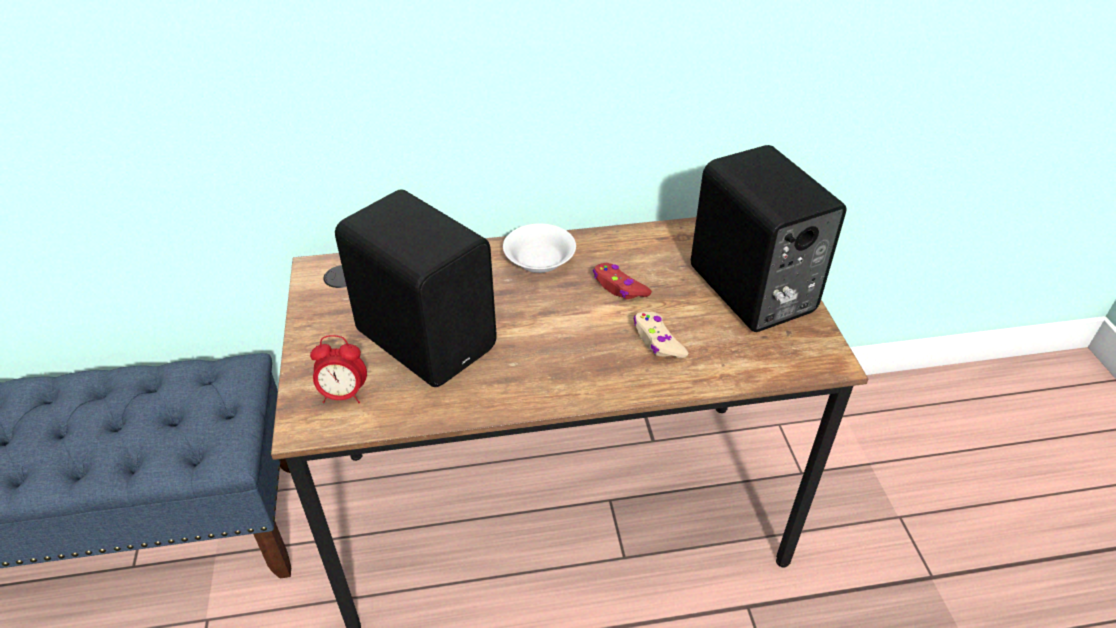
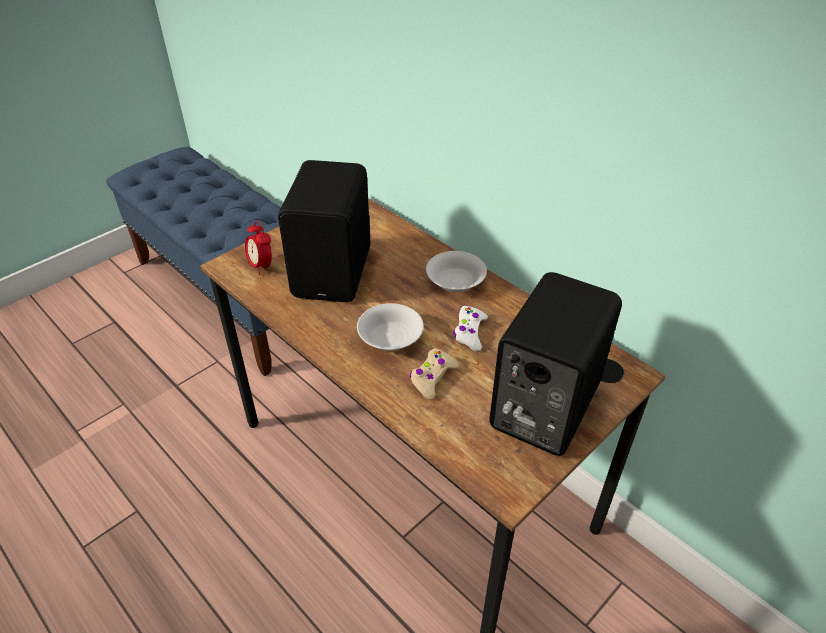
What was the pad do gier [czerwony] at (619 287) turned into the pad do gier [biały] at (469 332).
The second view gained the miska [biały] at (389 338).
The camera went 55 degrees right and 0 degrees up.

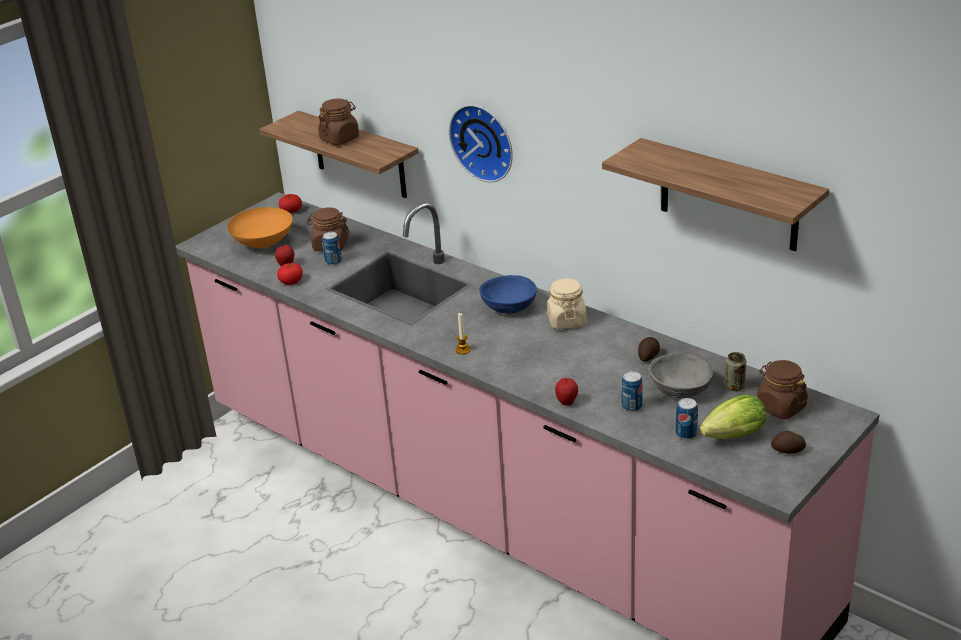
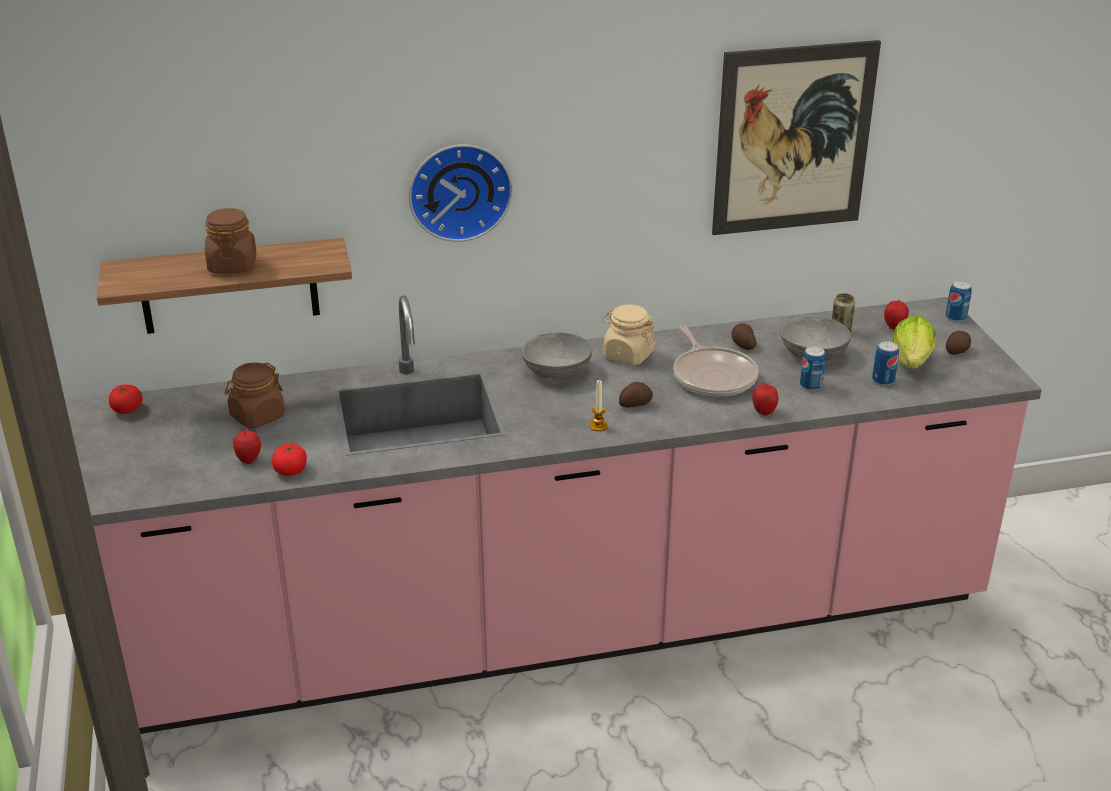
Where the półka hung at (728 196), the obraz came to hang at (793 139).
The second view lost the miska [pomarańczowy] at (263 244).
The puszka ended up elsewhere, having gone from (333 261) to (955 317).
What was the miska [niebieski] at (509 307) turned into the miska [szary] at (557 371).
Where the słoik [brązowy] stood at (780 407), the jabłko came to stand at (894 326).
The second view gained the patelnia at (713 376).
The second view gained the ziemniak at (634 404).
The camera went 55 degrees left and 0 degrees up.

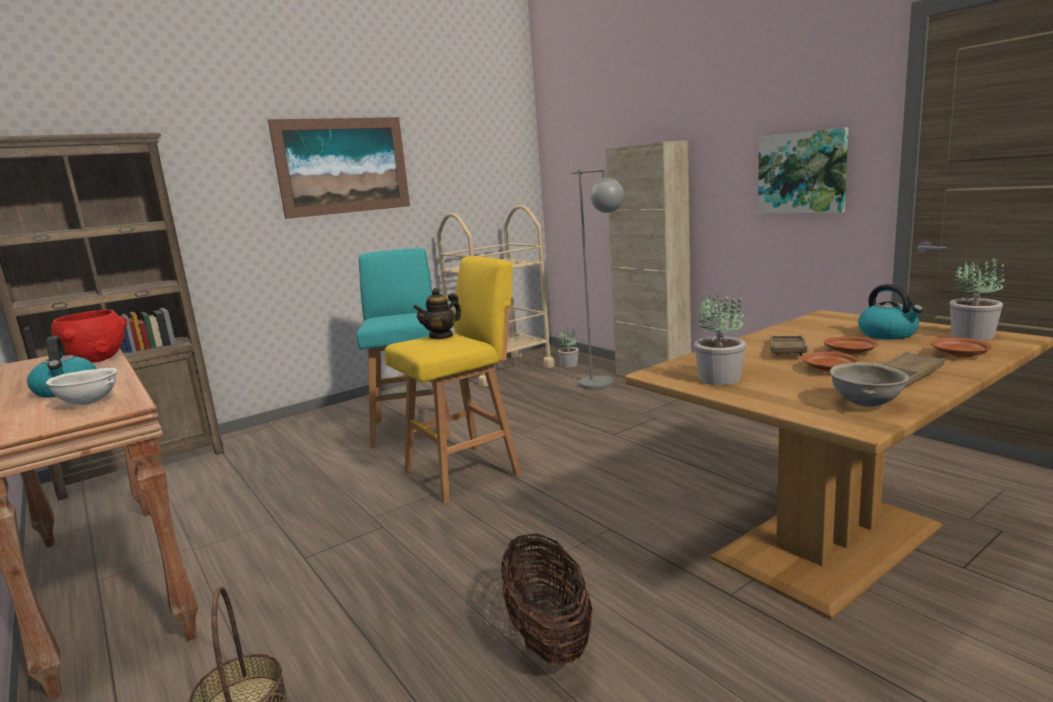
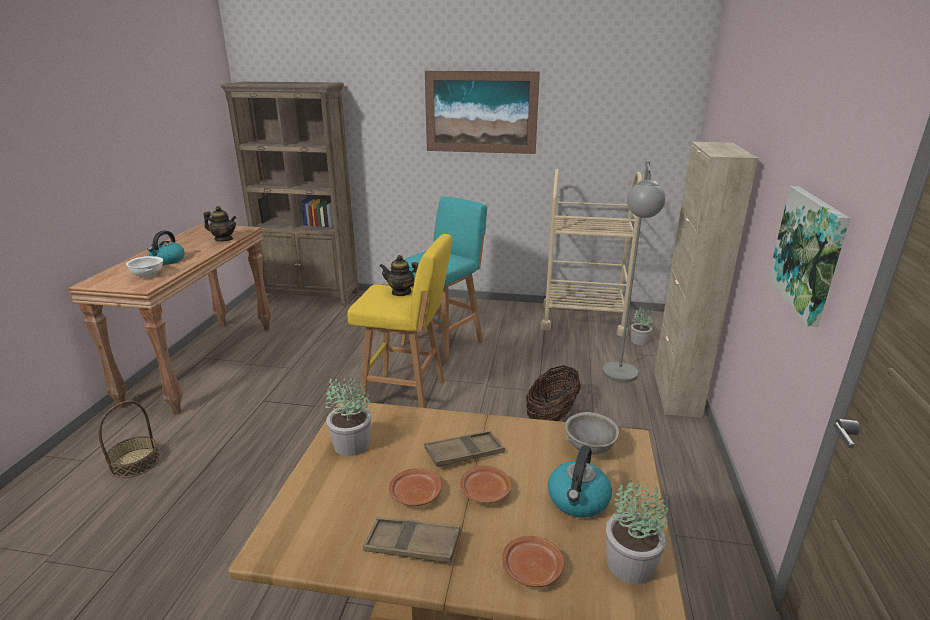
Where the miska [czerwony] stood at (96 360), the imbryk came to stand at (224 239).
The miska [szary] ended up elsewhere, having gone from (867 404) to (590 449).
The koszyk ended up elsewhere, having gone from (548 636) to (551 416).
The camera went 45 degrees right and 10 degrees up.

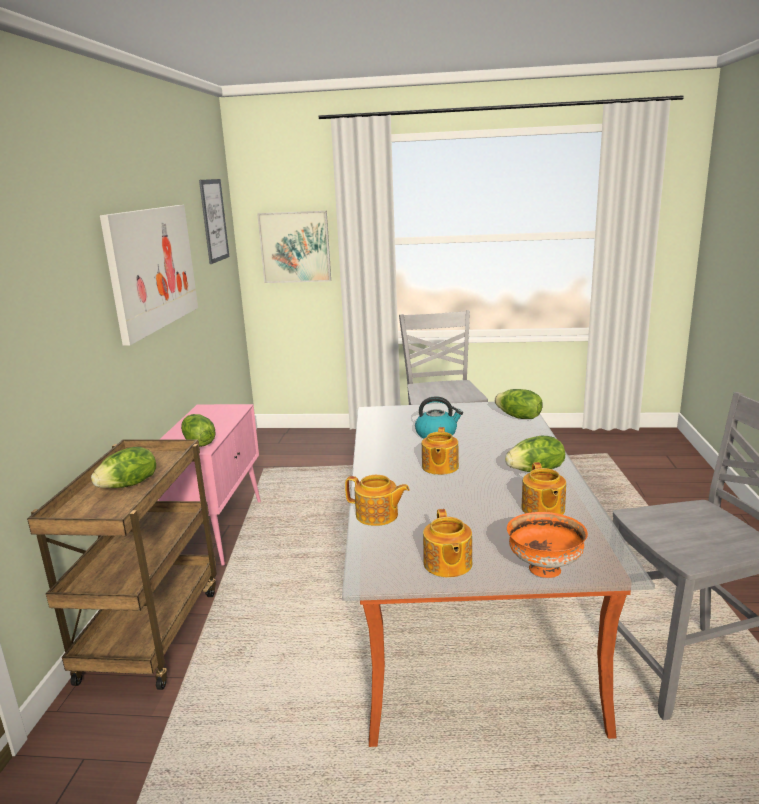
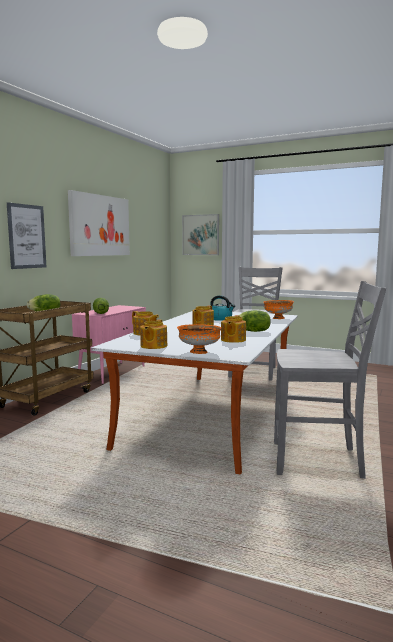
The obraz ended up elsewhere, having gone from (214 220) to (27 236).
Where the sałata stood at (518 417), the miska [pomarańczowy] came to stand at (277 318).
The camera went 20 degrees right and 10 degrees down.

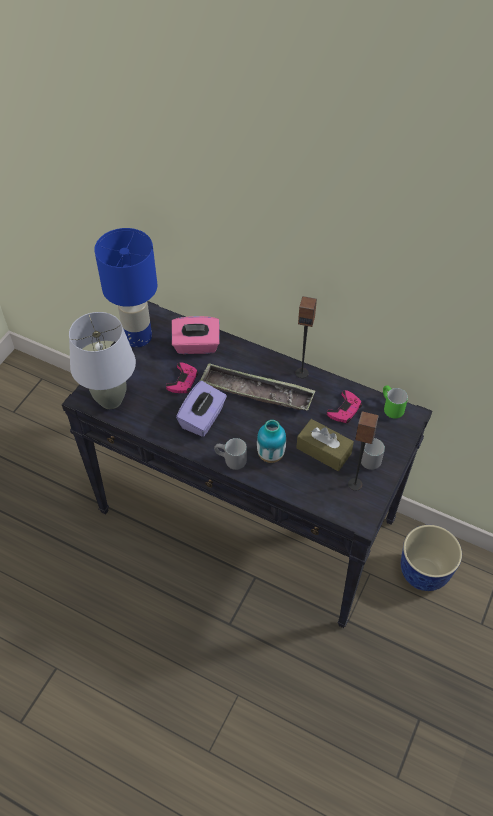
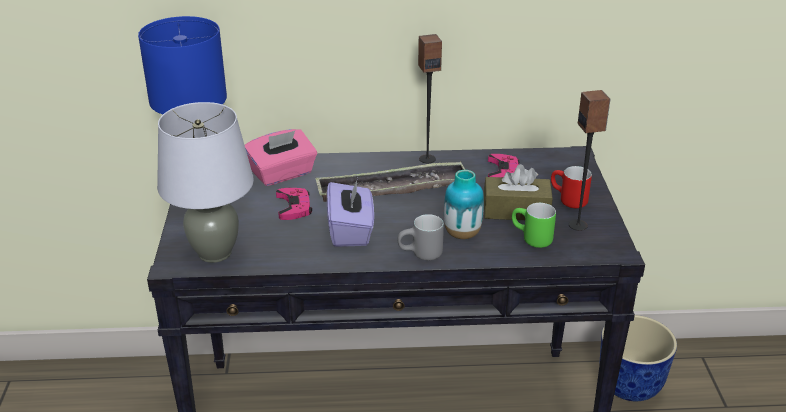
The kubek [zielony] ended up elsewhere, having gone from (389 408) to (530 239).
What was the kubek [szary] at (367 458) turned into the kubek [czerwony] at (567 201).
The camera went 30 degrees left and 20 degrees down.

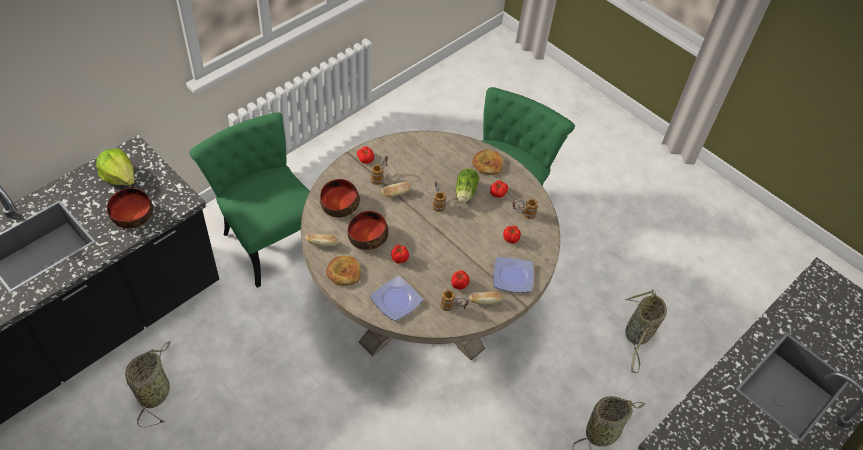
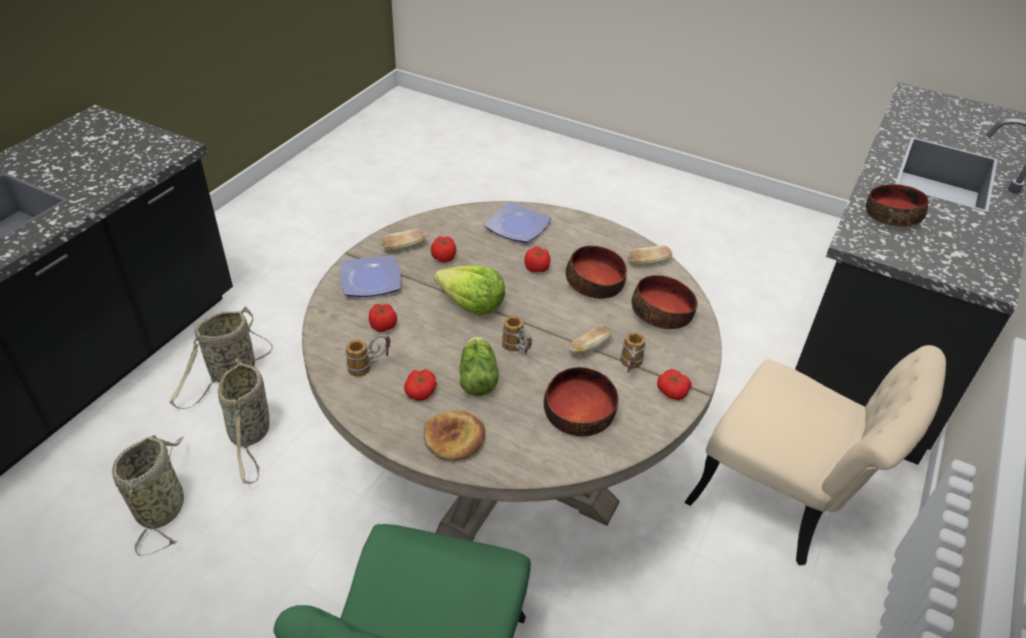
What was the krzesło [zielony] at (268 235) turned into the krzesło [beżowy] at (785 502).
The sałata ended up elsewhere, having gone from (119 176) to (472 304).
The second view lost the chleb at (344 272).
The second view lost the kubek at (453 307).
The koszyk ended up elsewhere, having gone from (155 391) to (250 434).
The second view gained the miska at (578 413).
The camera went 165 degrees right and 10 degrees down.

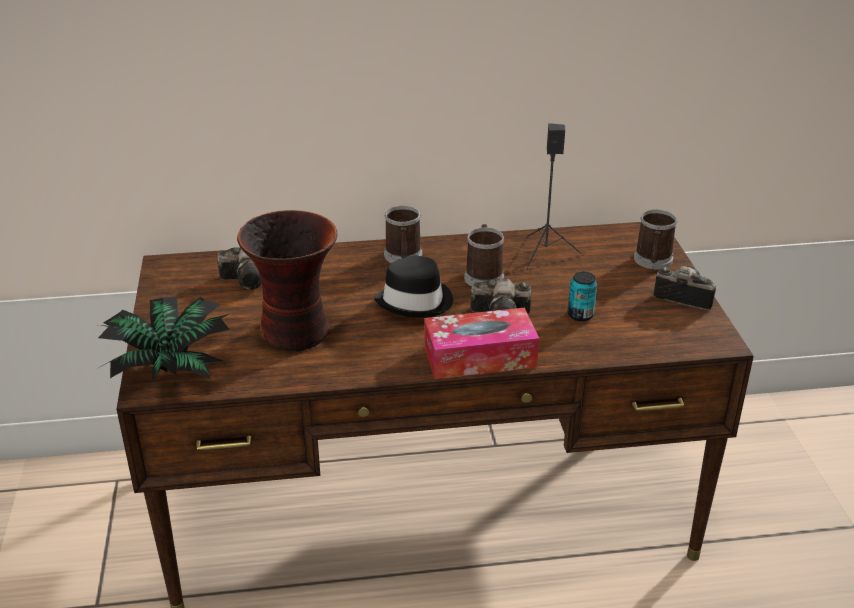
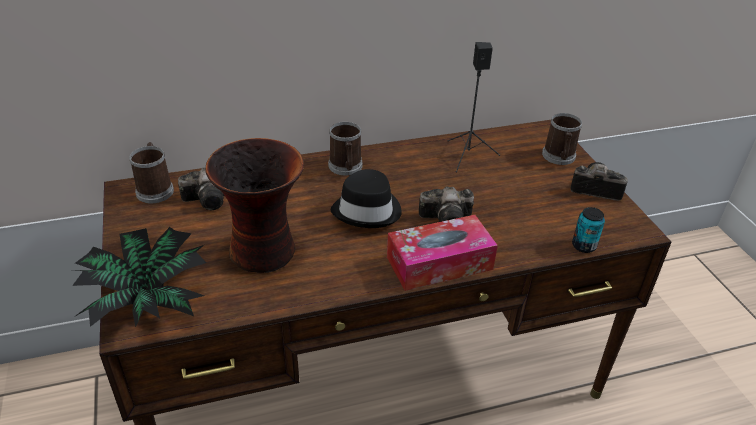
The kubek ended up elsewhere, having gone from (483 275) to (155 189).
The puszka ended up elsewhere, having gone from (580 315) to (584 246).
The camera went 10 degrees left and 5 degrees up.

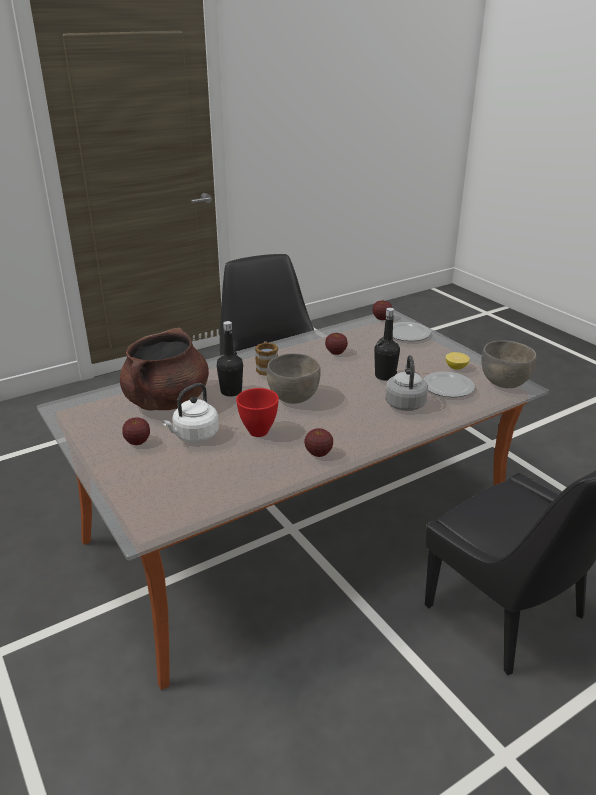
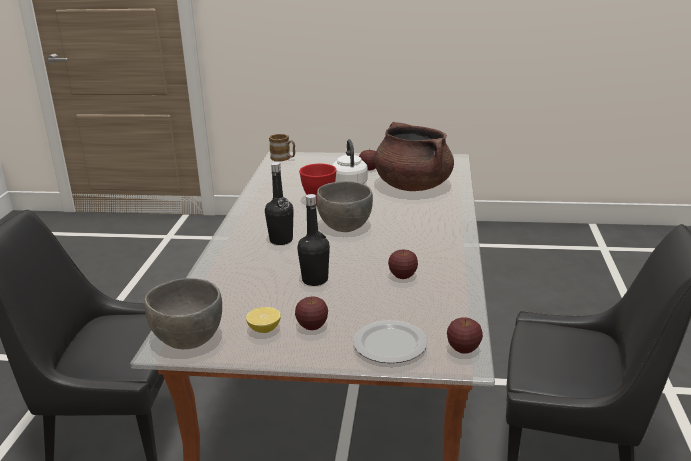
The butelka [czarny] ended up elsewhere, having gone from (231 391) to (281 240).
The kubek ended up elsewhere, having gone from (266 368) to (283 158).
The second view lost the czajnik [szary] at (405 403).
The second view lost the talerz at (447 387).
The jabłko ended up elsewhere, having gone from (318 453) to (312 326).
The camera went 130 degrees right and 5 degrees down.

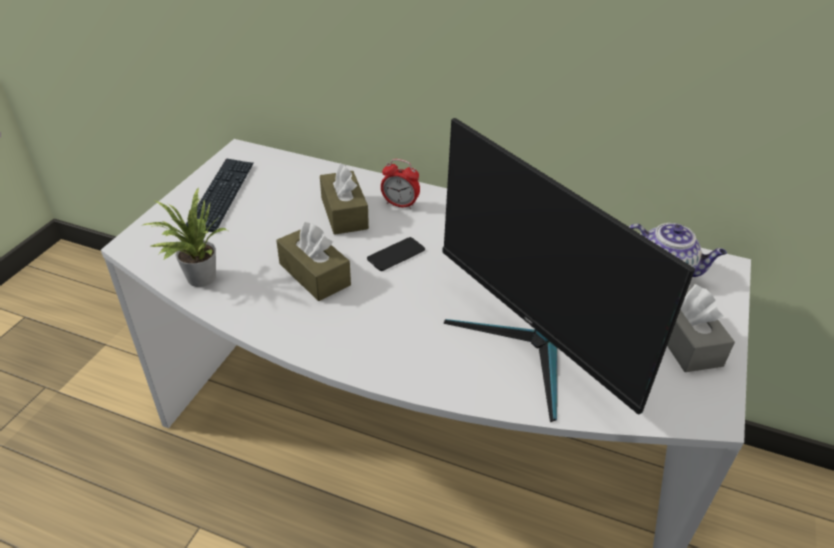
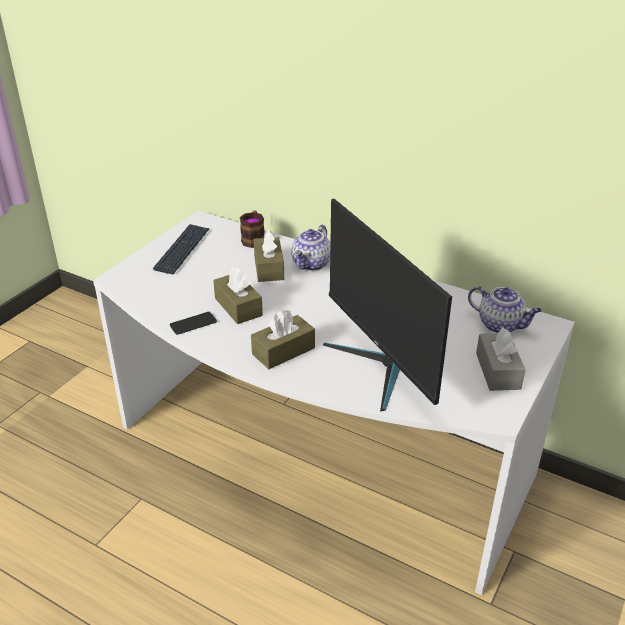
Where the budzik stood at (400 204), the imbryk came to stand at (312 264).
The second view lost the roślina doniczkowa at (197 278).
The telefon ended up elsewhere, having gone from (396 254) to (193 323).
The second view gained the kubek at (253 239).
The second view gained the pudełko chusteczek [brązowy] at (283 351).
The camera went 10 degrees right and 5 degrees down.

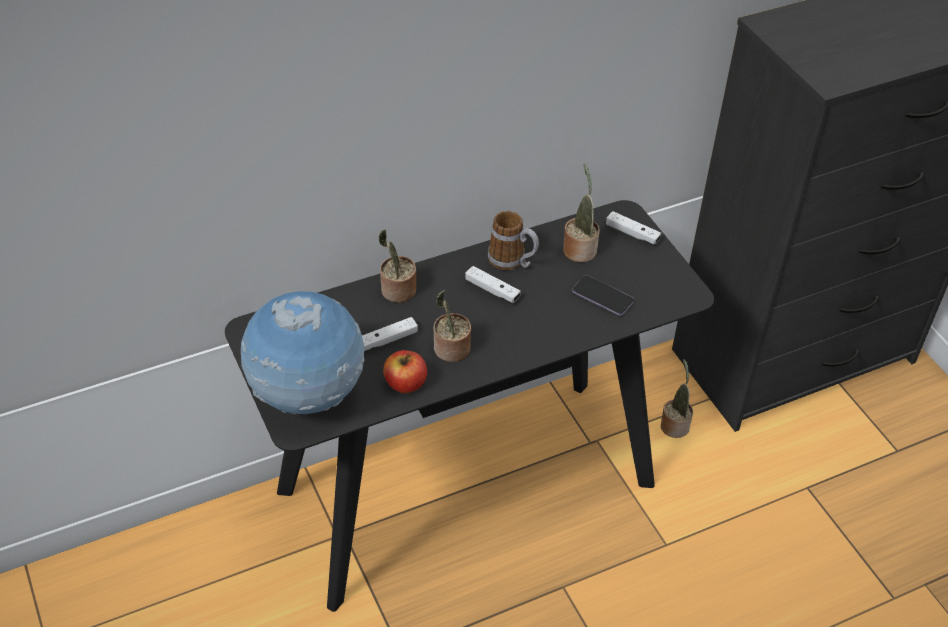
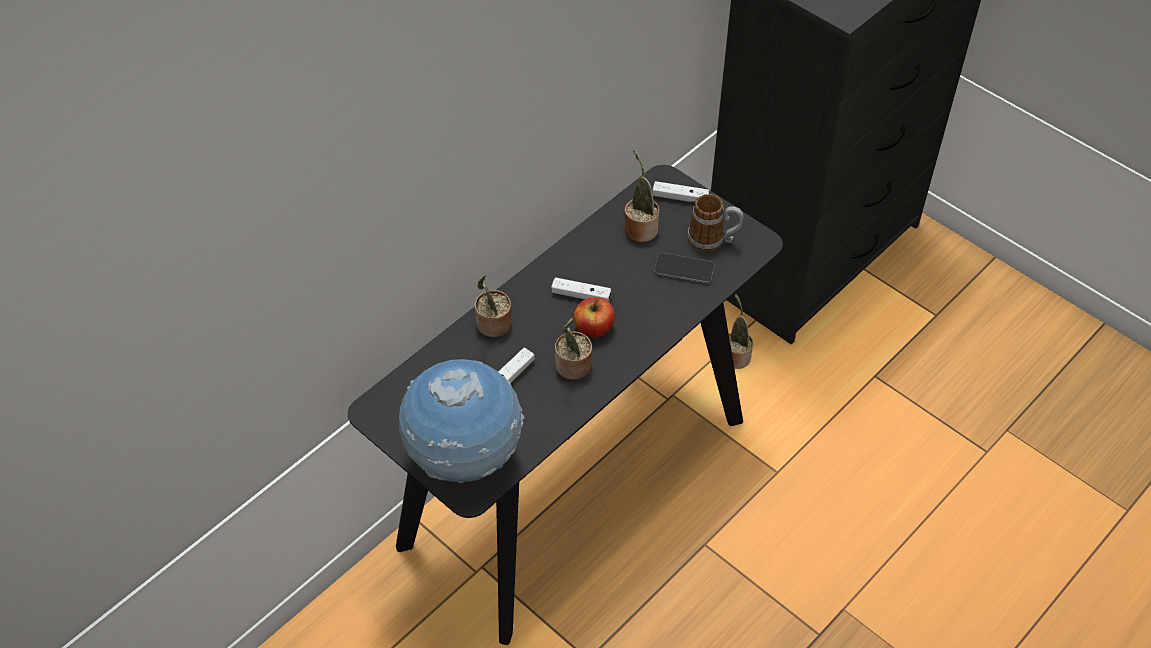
The kubek ended up elsewhere, having gone from (512 261) to (713 240).
The jabłko ended up elsewhere, having gone from (405 383) to (594 328).
The camera went 20 degrees left and 5 degrees up.

